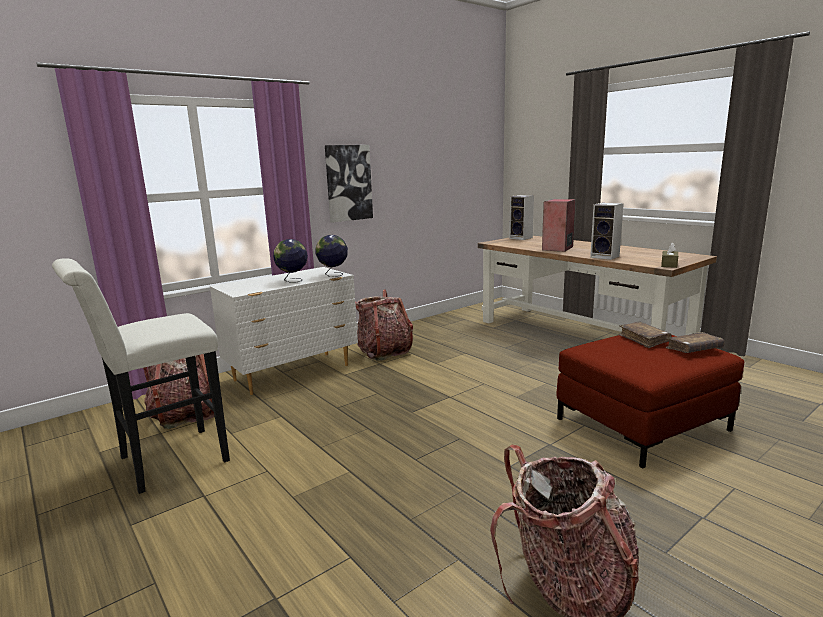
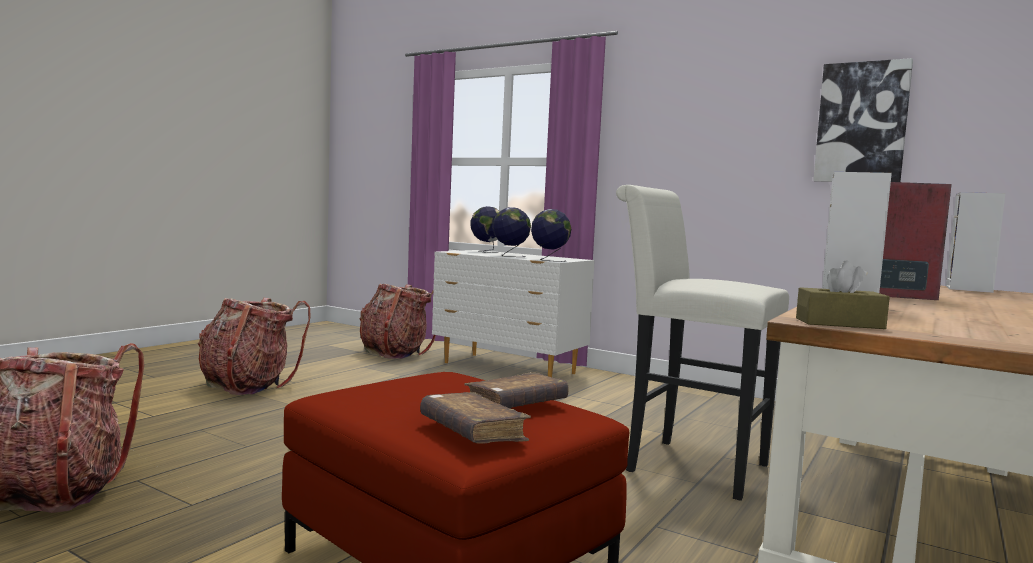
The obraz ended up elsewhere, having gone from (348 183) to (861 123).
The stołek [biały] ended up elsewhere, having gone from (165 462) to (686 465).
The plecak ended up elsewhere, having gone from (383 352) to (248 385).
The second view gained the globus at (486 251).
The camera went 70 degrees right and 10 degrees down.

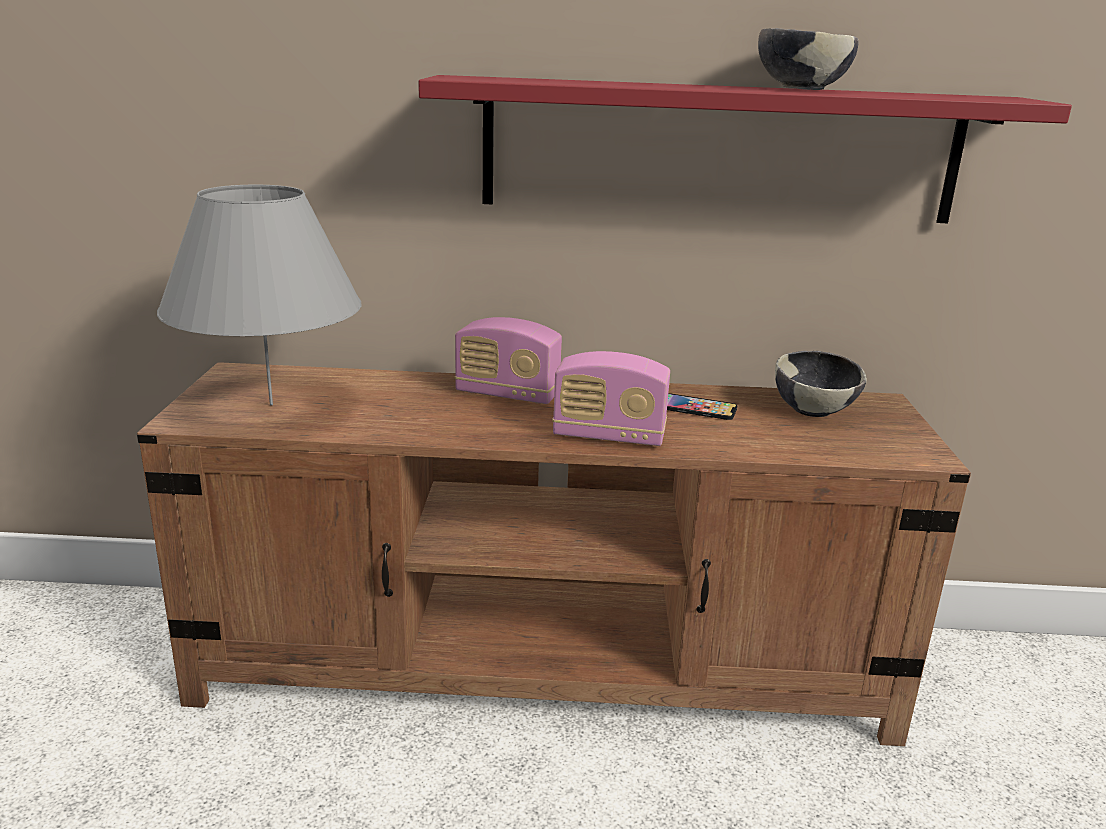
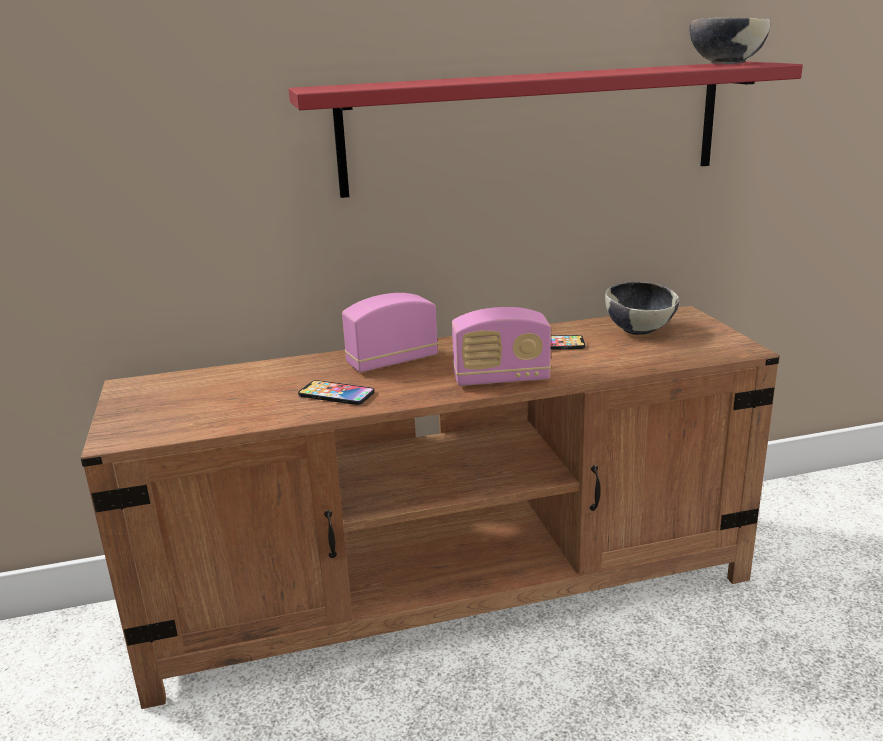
The miska ended up elsewhere, having gone from (800 89) to (725 64).
The second view lost the lampa stołowa [szary] at (271 404).
The radio at (507 395) ended up facing another way, 150 degrees clockwise from before.
The second view gained the telefon at (336 394).
The camera went 15 degrees left and 0 degrees up.

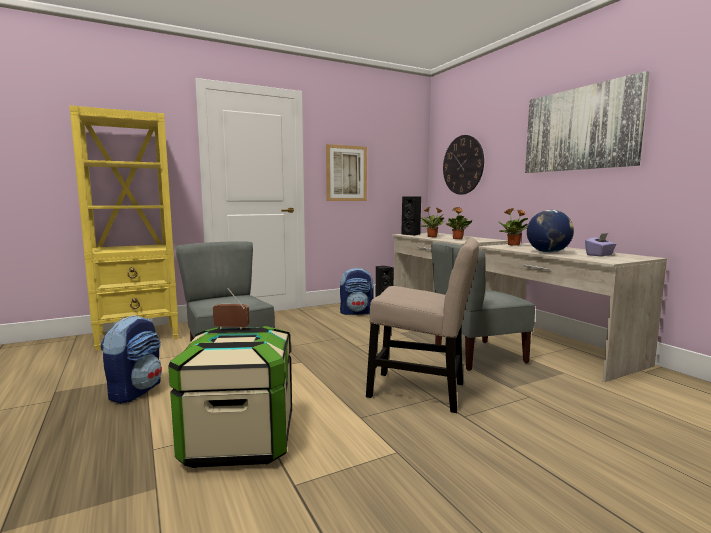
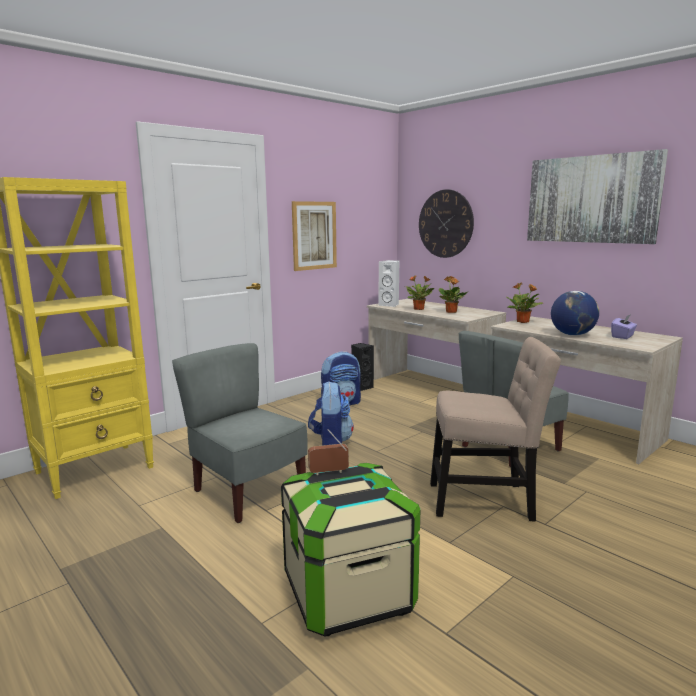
What was the głośnik [czarny] at (412 234) turned into the głośnik [biały] at (390 305).
The plecak ended up elsewhere, having gone from (135 391) to (330 444).
The camera went 15 degrees left and 5 degrees up.

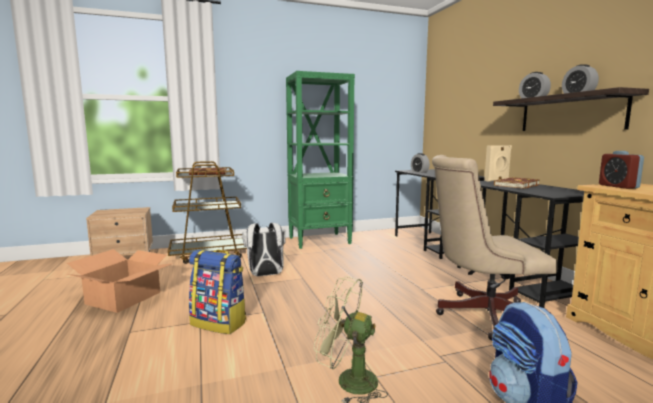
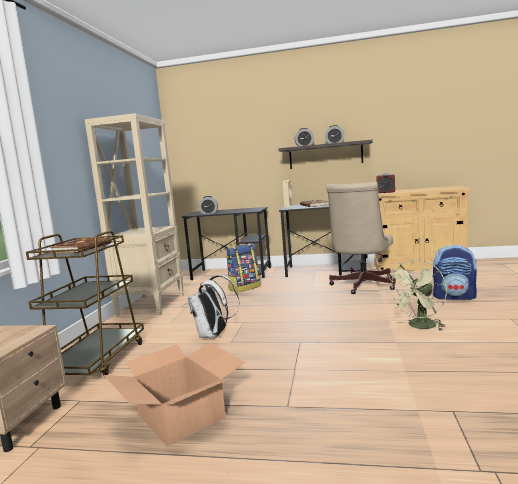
What was the regał [zielony] at (320 240) turned into the regał [beżowy] at (152 305).
The plecak ended up elsewhere, having gone from (219 323) to (244 288).
The camera went 60 degrees left and 0 degrees up.

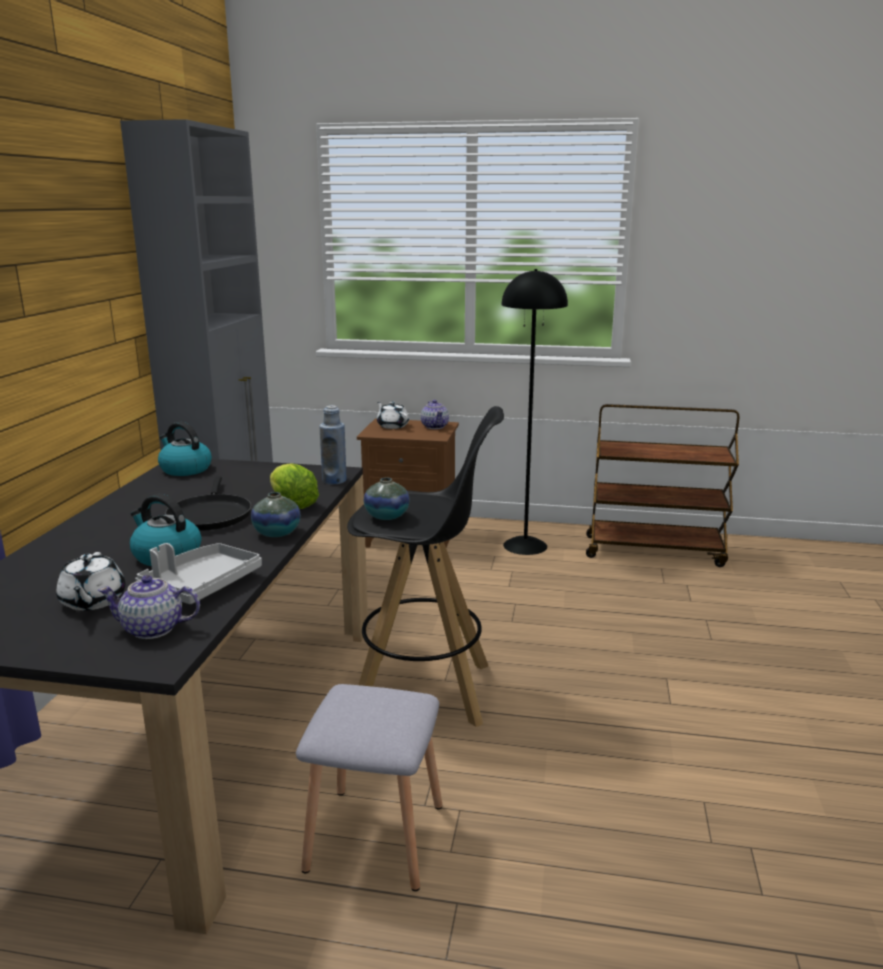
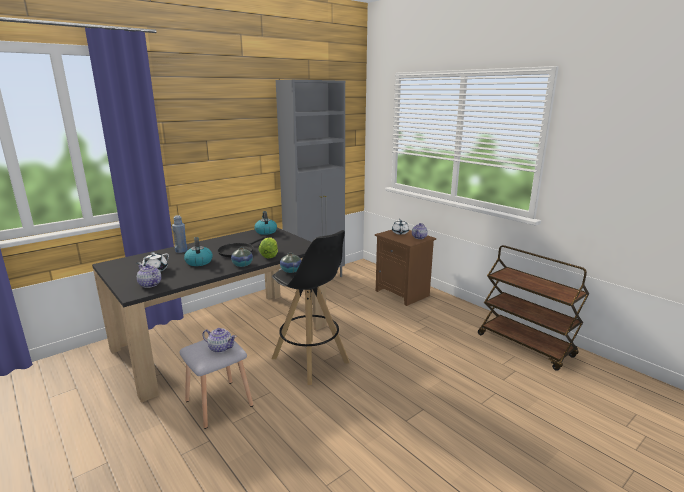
The second view lost the lampa stojąca [czarny] at (525 545).
The butelka [niebieski] ended up elsewhere, having gone from (334 480) to (181 250).
The second view lost the taca [szary] at (201 585).
The second view gained the imbryk at (220 348).
The camera went 40 degrees right and 0 degrees up.

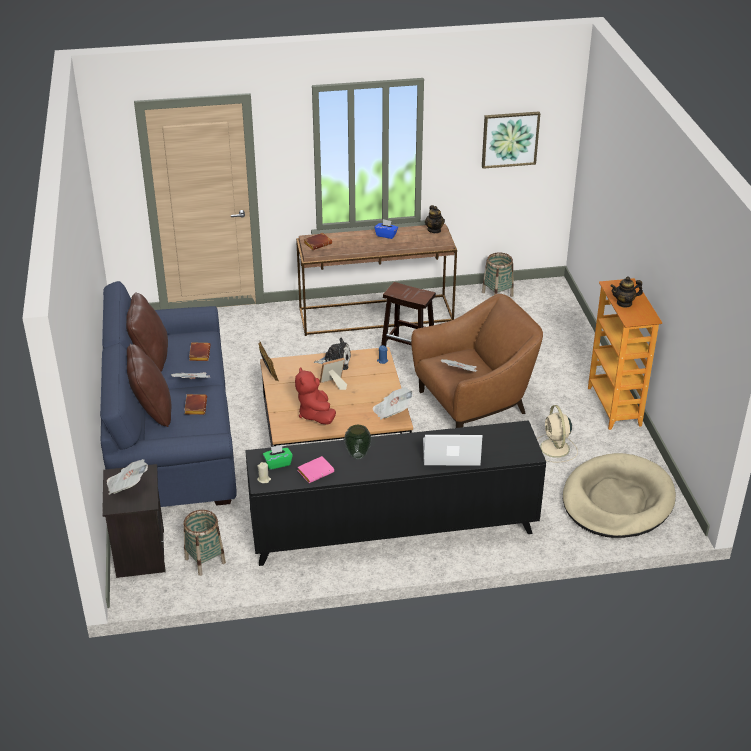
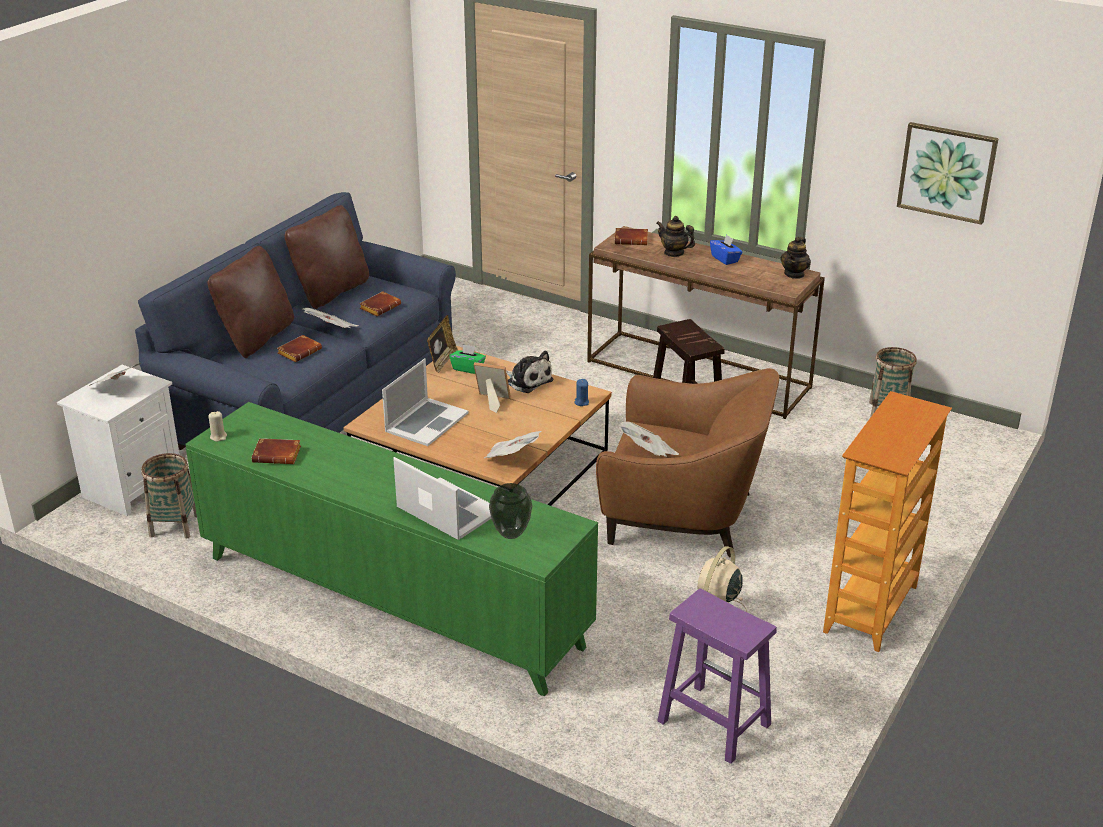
The imbryk ended up elsewhere, having gone from (624 303) to (674 253).
Where the pluszak [czerwony] stood at (315 414), the laptop came to stand at (426 422).
What was the szafka [czarny] at (394 531) turned into the szafka [zielony] at (391 602).
The wazon ended up elsewhere, having gone from (358 456) to (511 534).
The pudełko chusteczek [zielony] ended up elsewhere, having gone from (278 463) to (468 368).
Where the legowisko [beżowy] stood at (617 500), the stołek [fioletowy] came to stand at (712 722).
What was the książka [różowy] at (316 471) turned into the książka [brązowy] at (278 455).
What was the szafka nocna [czarny] at (139 552) turned into the szafka nocna [biały] at (133 486).
The camera went 40 degrees right and 5 degrees down.

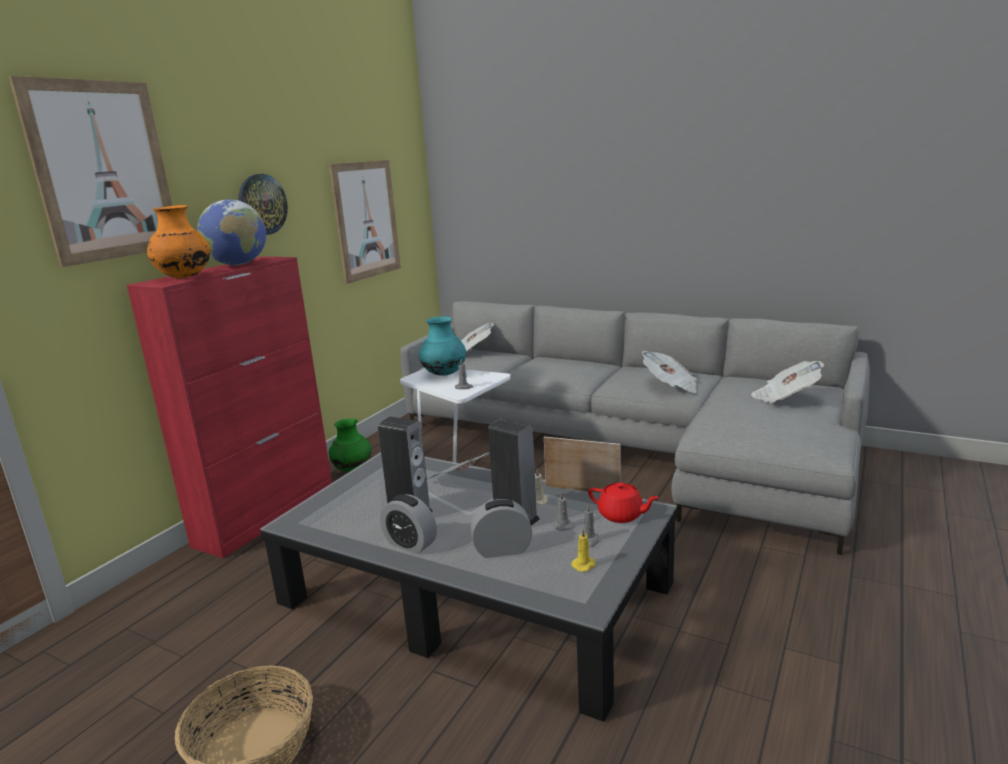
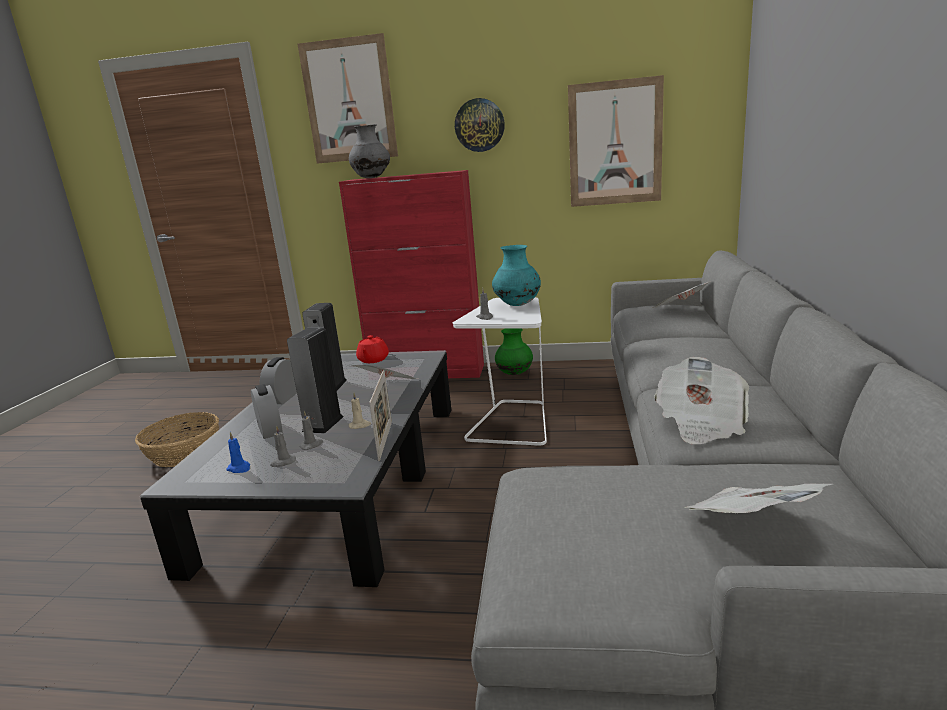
The second view lost the globus at (238 264).
What was the wazon [pomarańczowy] at (184 277) turned into the wazon [szary] at (372 178).
The imbryk [czerwony] ended up elsewhere, having gone from (621 515) to (373 360).
What was the świeca [żółty] at (584 565) turned into the świeca [niebieski] at (239 468).
The camera went 70 degrees right and 0 degrees up.

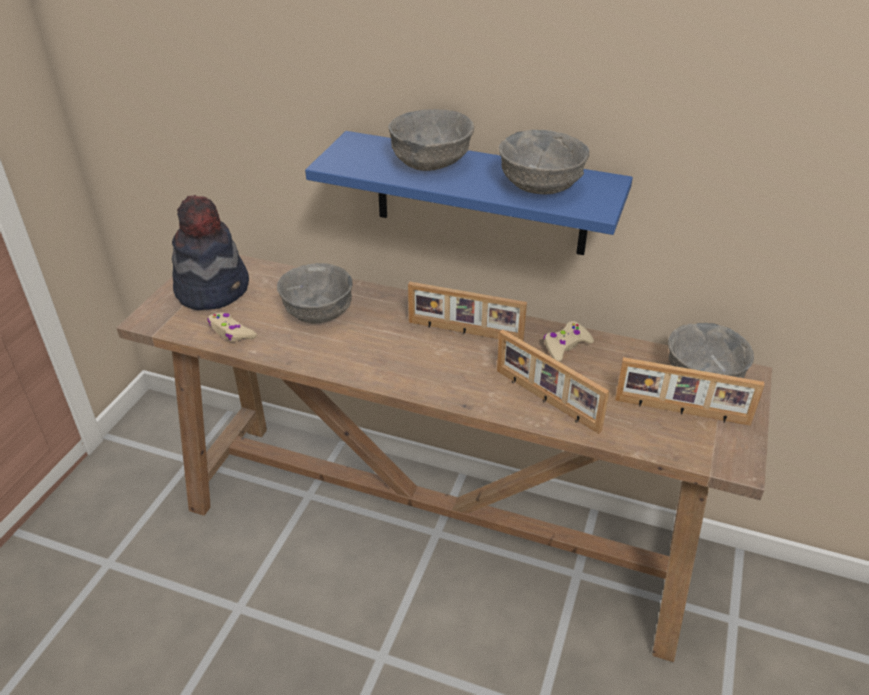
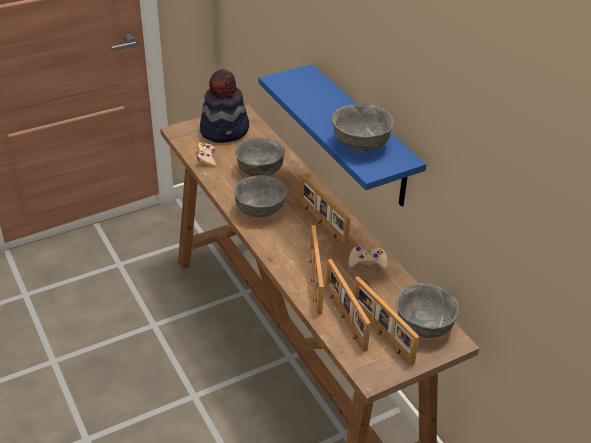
The miska [szary] ended up elsewhere, having gone from (431 164) to (259 210).
The second view gained the ramka na zdjęcie at (344 317).
The camera went 40 degrees right and 0 degrees up.

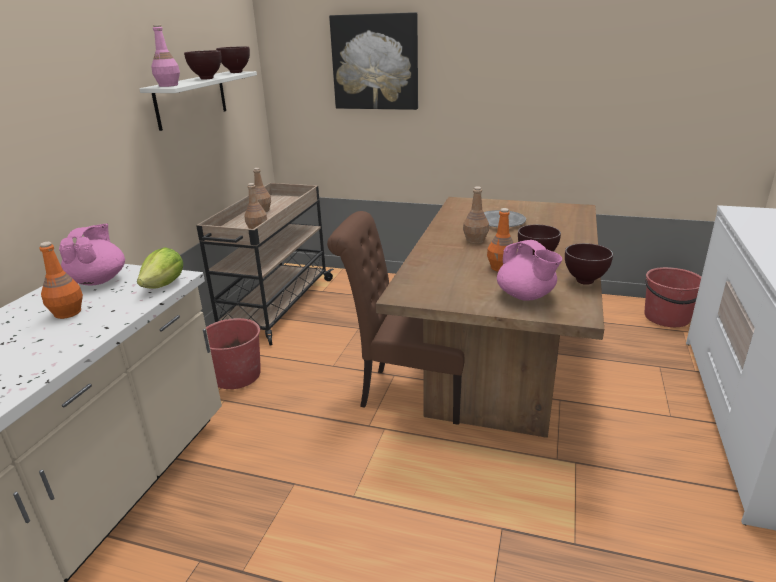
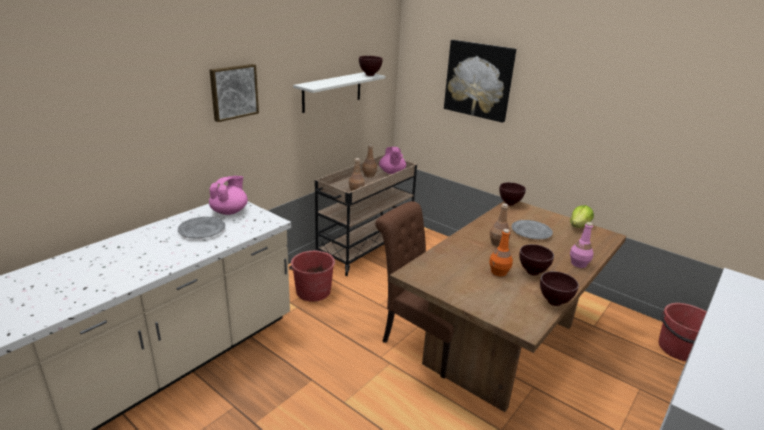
The butelka [różowy] ended up elsewhere, having gone from (168 85) to (578 263).
The miska [brązowy] ended up elsewhere, having gone from (206 79) to (509 203).
The imbryk [różowy] ended up elsewhere, having gone from (526 296) to (392 172).
Where the butelka [pomarańczowy] stood at (67 313), the talerz [szary] came to stand at (201 230).
The sałata ended up elsewhere, having gone from (165 285) to (579 226).
The second view gained the obraz at (233 92).
The camera went 20 degrees right and 0 degrees up.

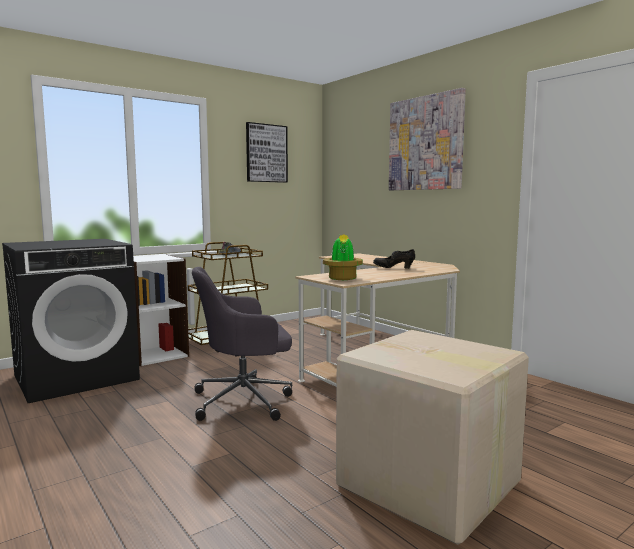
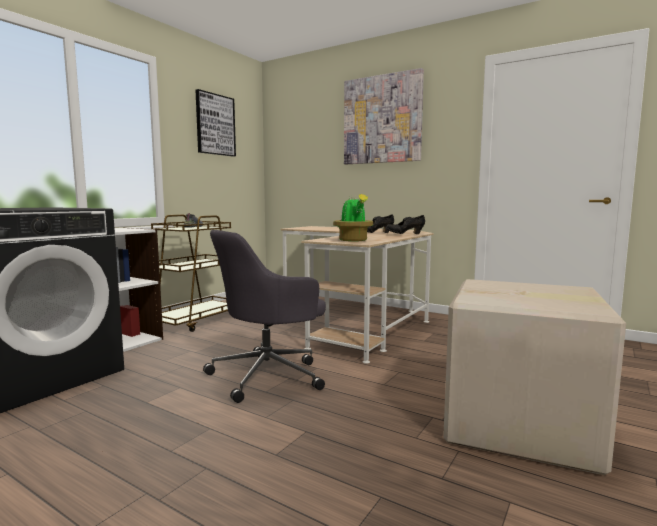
The second view gained the but [czarny] at (405 234).
The camera went 20 degrees left and 0 degrees up.

